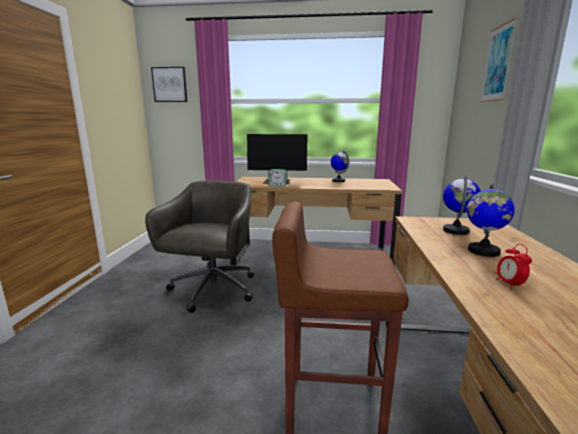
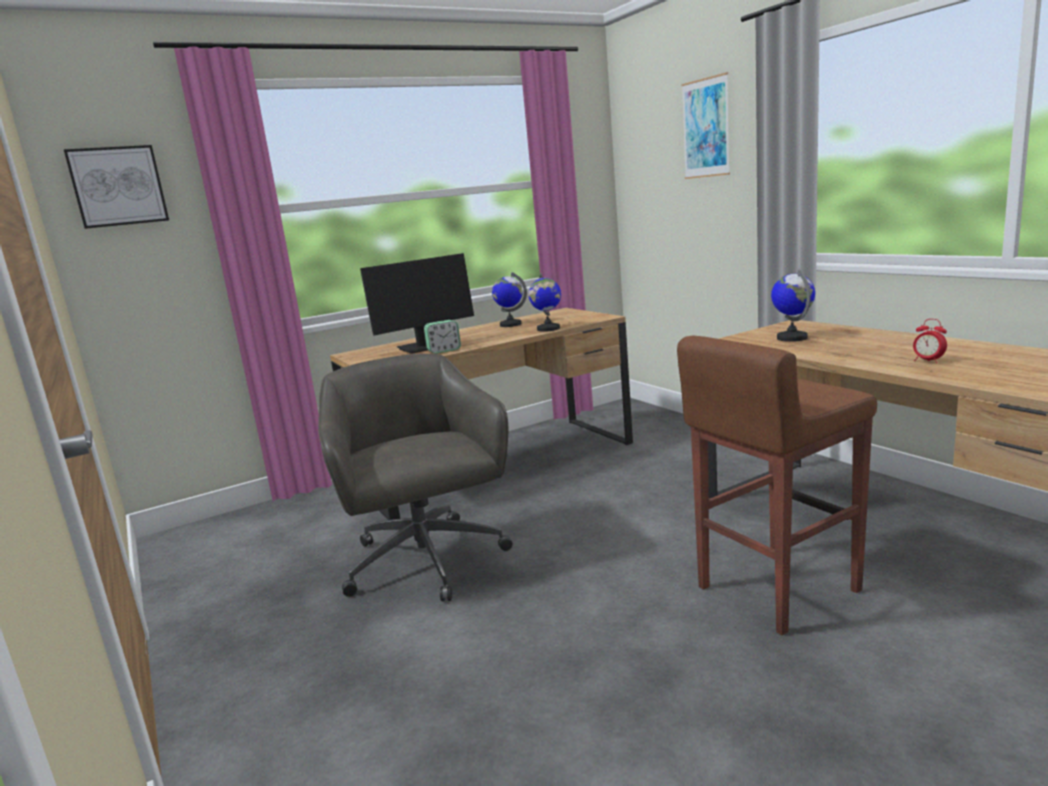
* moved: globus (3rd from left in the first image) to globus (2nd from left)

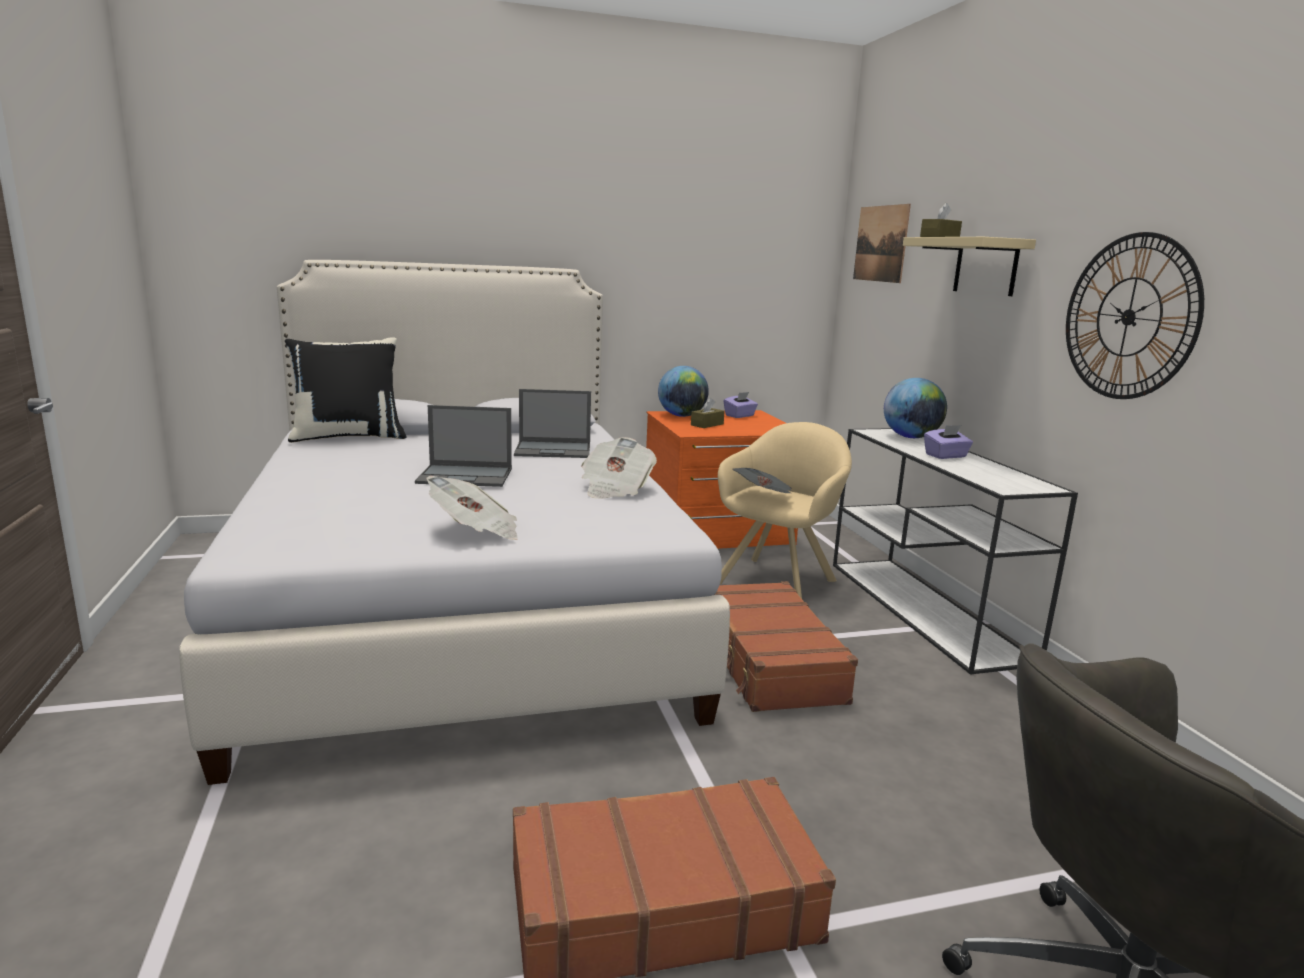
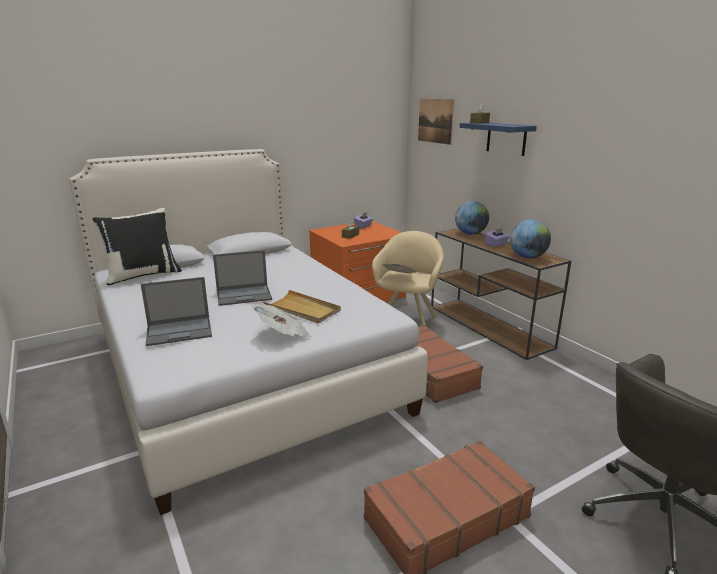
* moved: laptop (2nd from left in the first image) to laptop (1st from left)
* added: taca (beżowy)
* recoloured: stolik konsolowy (biały) to stolik konsolowy (brązowy)
* recoloured: półka (beżowy) to półka (niebieski)
* moved: globus (1st from left in the first image) to globus (2nd from left)
* removed: gazeta (2nd from left)
* removed: zegar ścienny

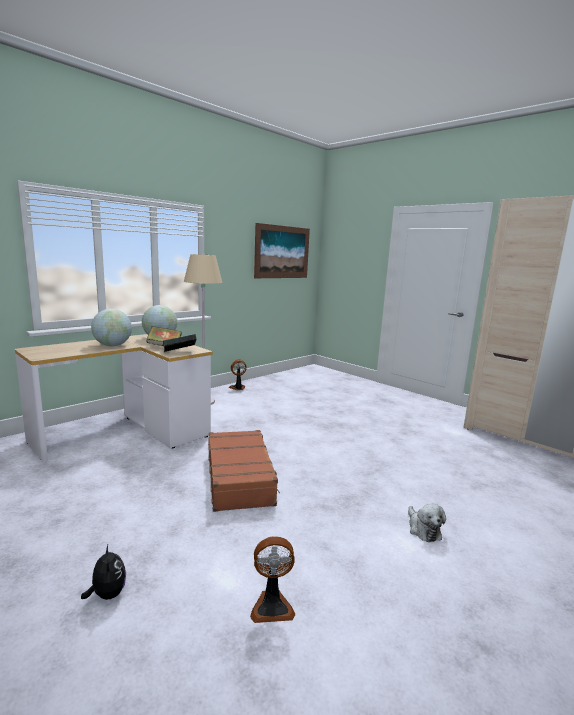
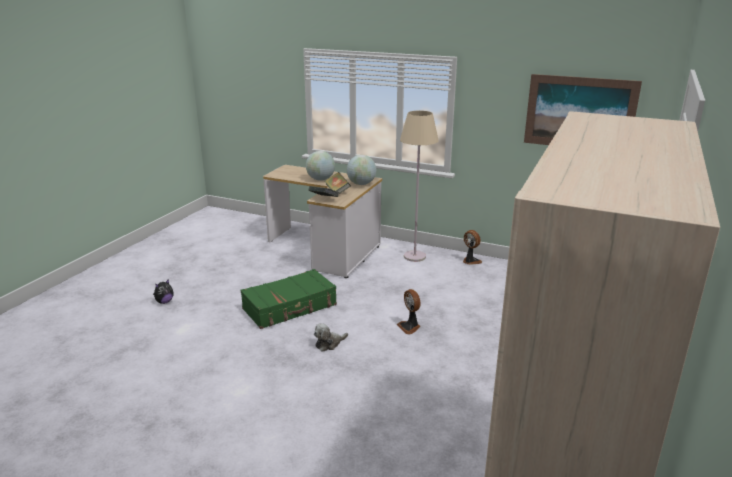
* recoloured: walizka (brązowy) to walizka (zielony)
* moved: pluszak (2nd from left)
* moved: wentylator (2nd from left in the first image) to wentylator (1st from left)

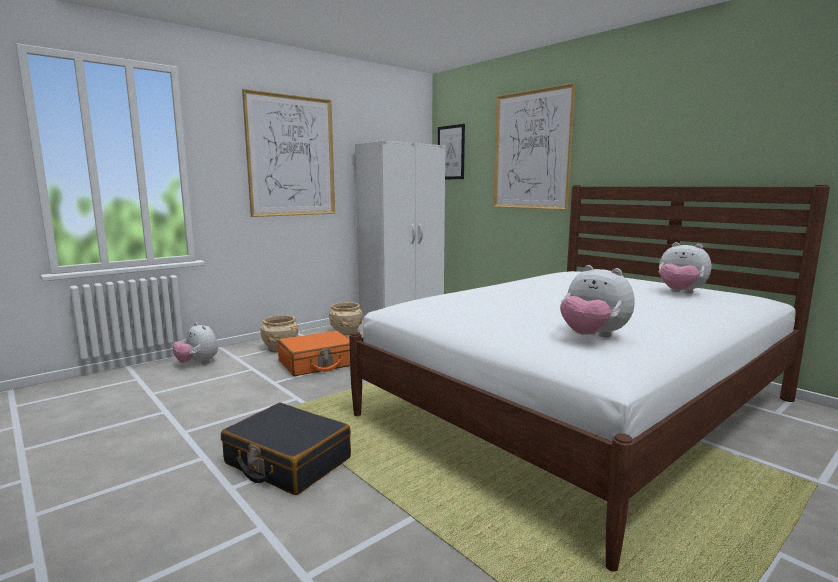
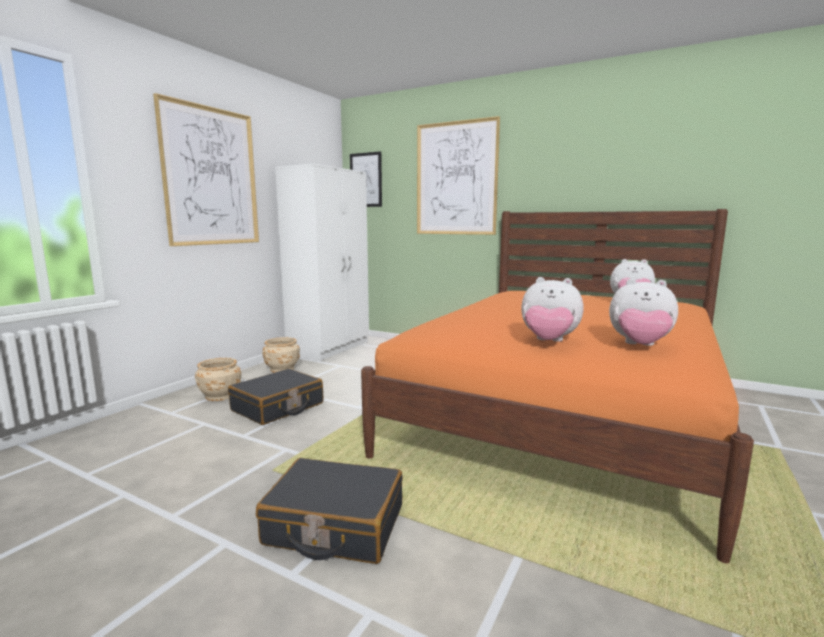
* recoloured: walizka (pomarańczowy) to walizka (czarny) (1st from left)
* recoloured: łóżko (biały) to łóżko (pomarańczowy)
* moved: pluszak (1st from left)

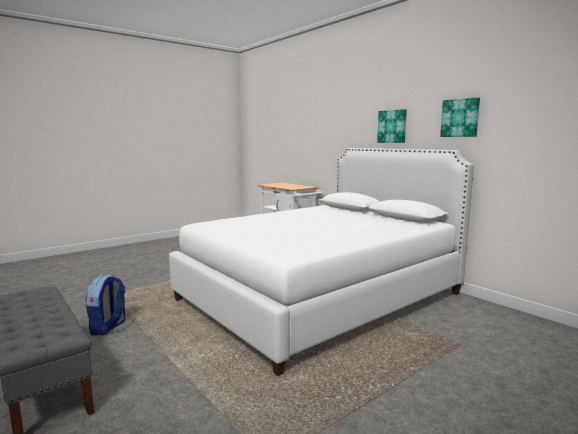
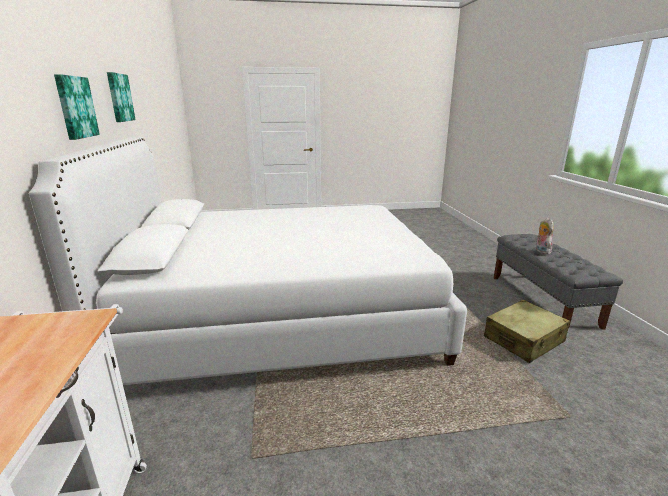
* replaced: plecak to walizka (beżowy)
* added: pluszak

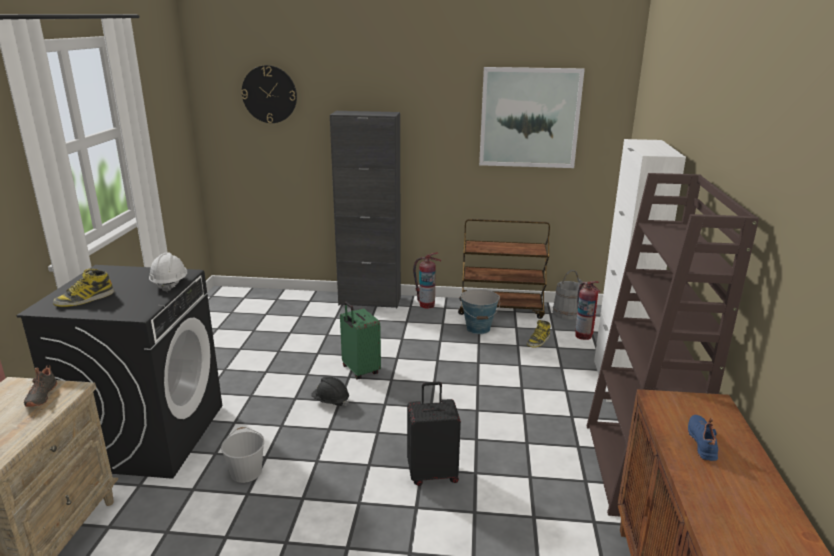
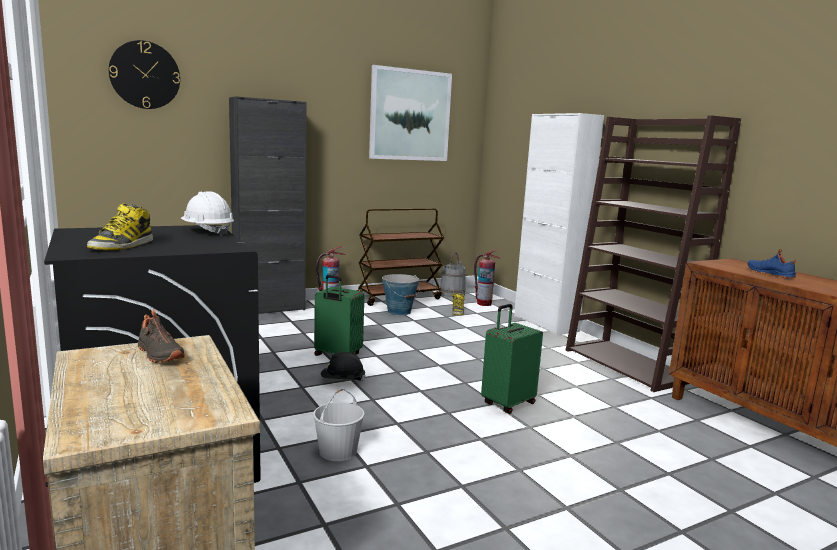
* recoloured: walizka (czarny) to walizka (zielony) (2nd from left)

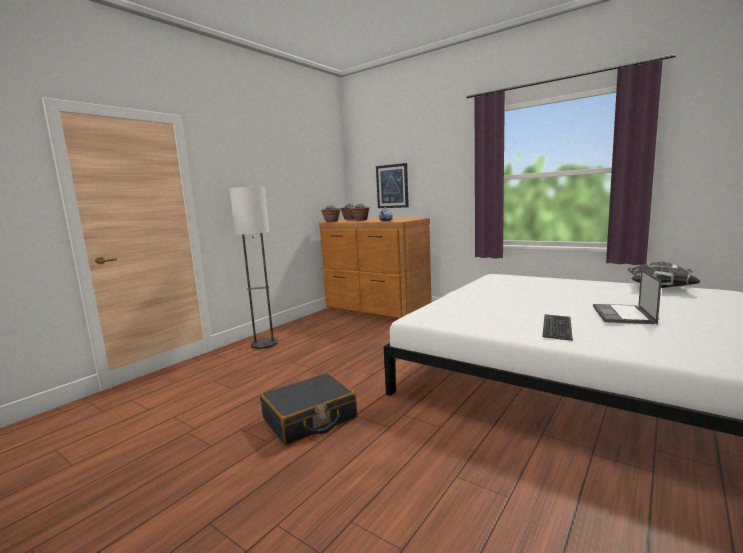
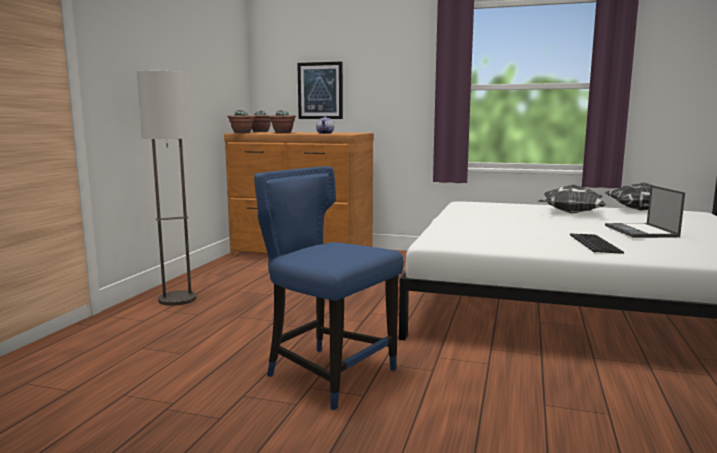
* replaced: walizka (czarny) to krzesło (niebieski)
* added: poduszka (1st from left)

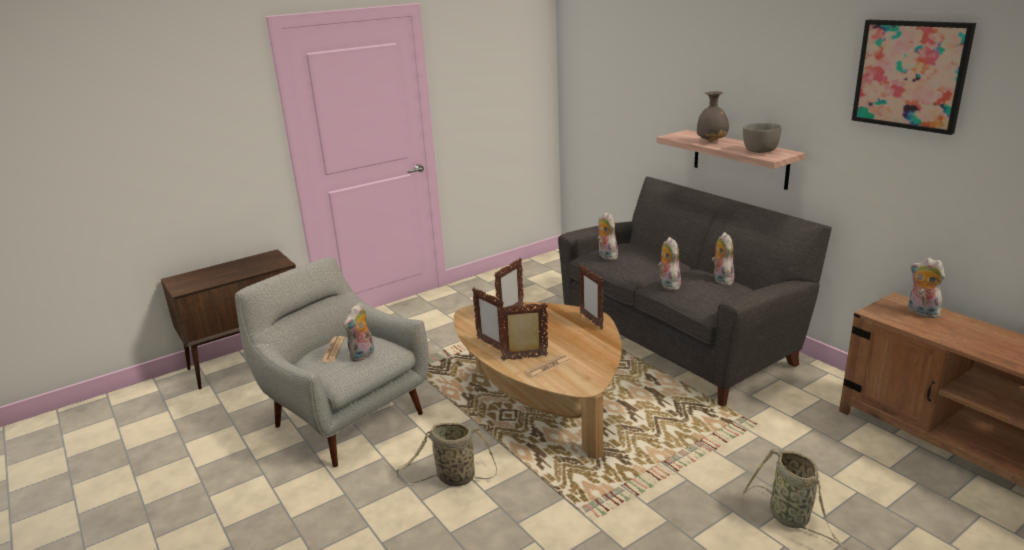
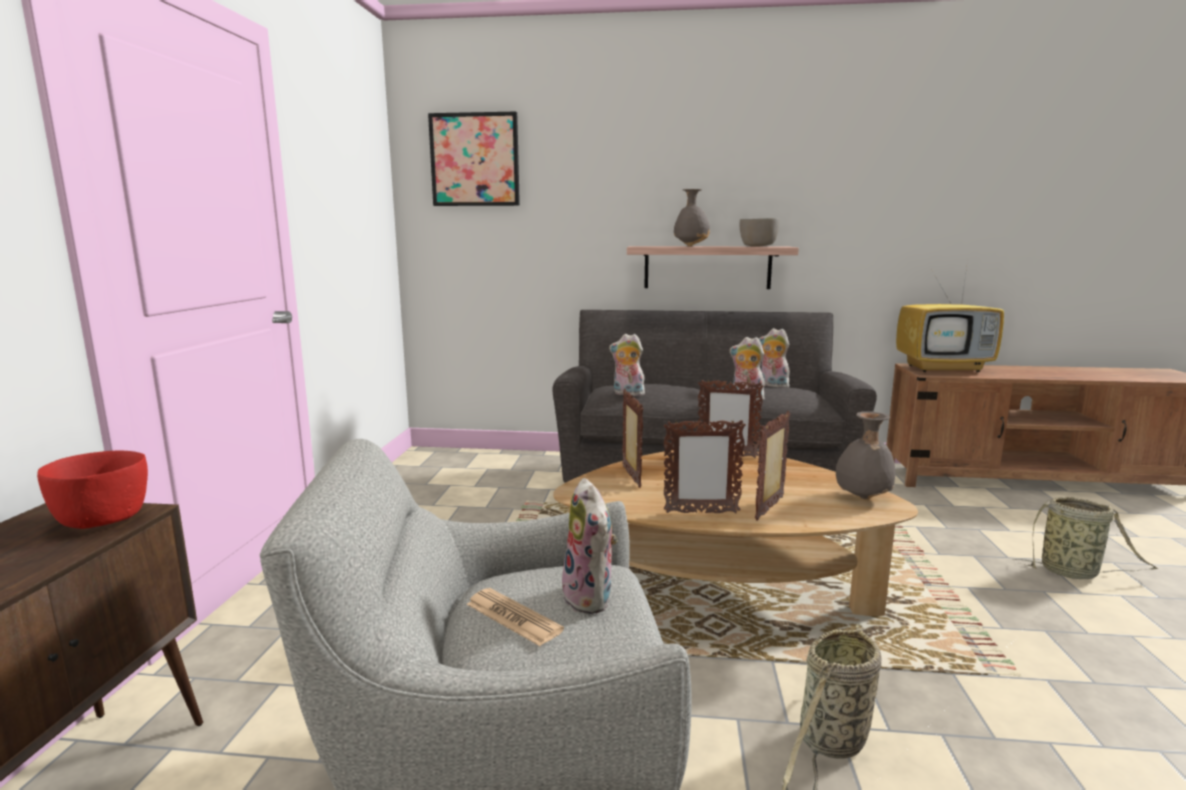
* added: miska (czerwony)
* moved: obraz
* added: wazon (szary) (2nd from left)
* replaced: pluszak (5th from left) to telewizor
* removed: gazeta (2nd from left)

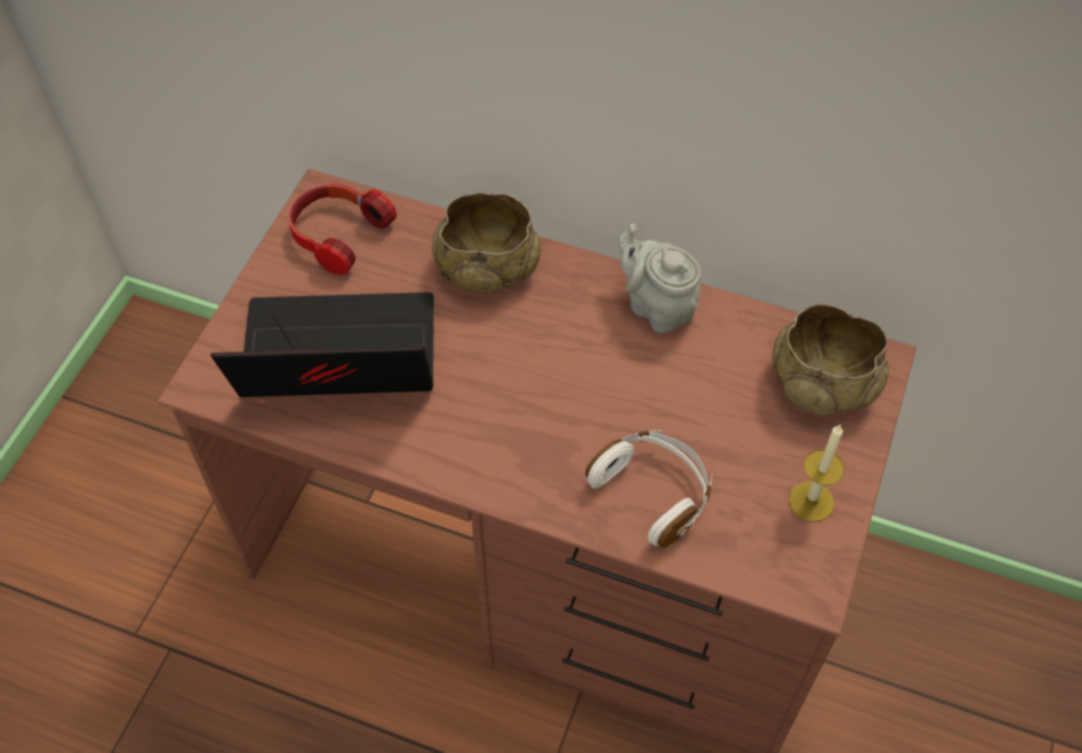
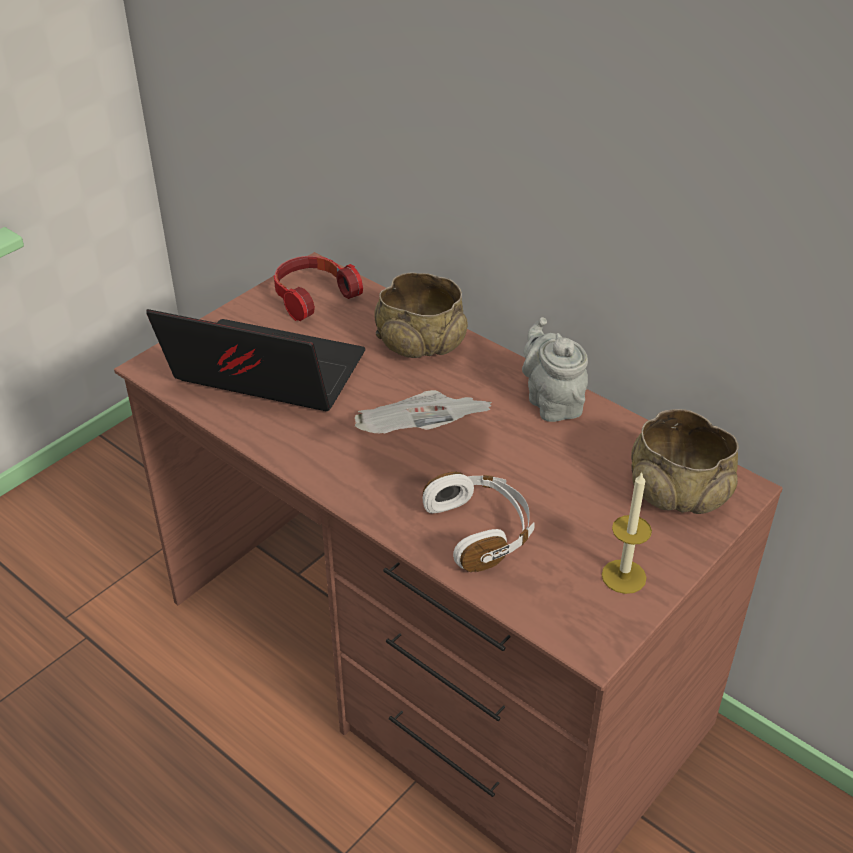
* added: gazeta

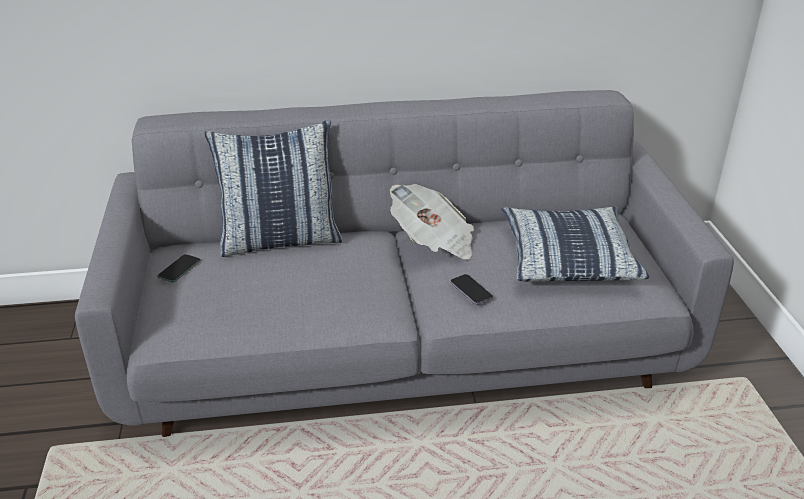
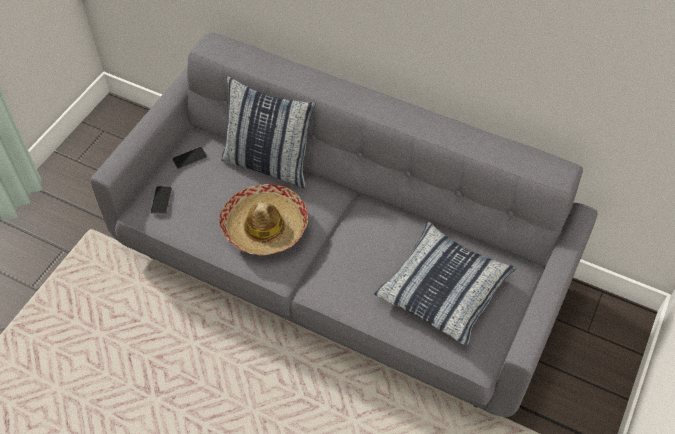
* moved: telefon (2nd from left in the first image) to telefon (1st from left)
* added: kapelusz
* removed: gazeta

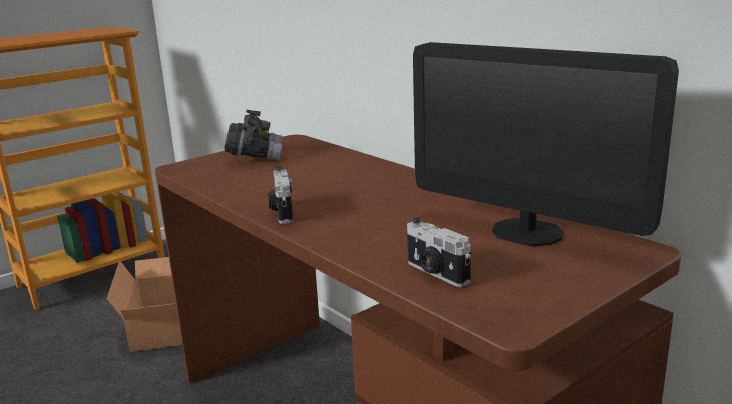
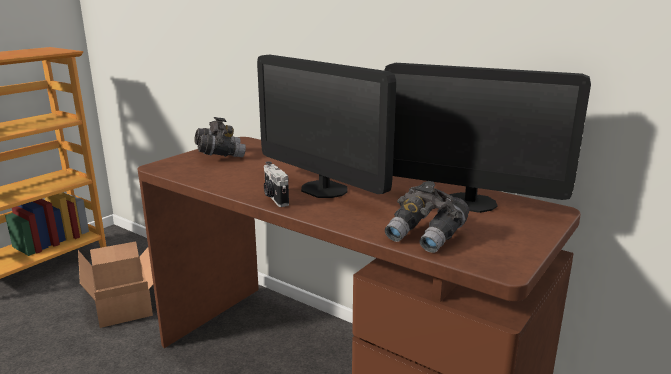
* added: monitor (1st from left)
* replaced: aparat fotograficzny (2nd from left) to lornetka (szary) (2nd from left)

